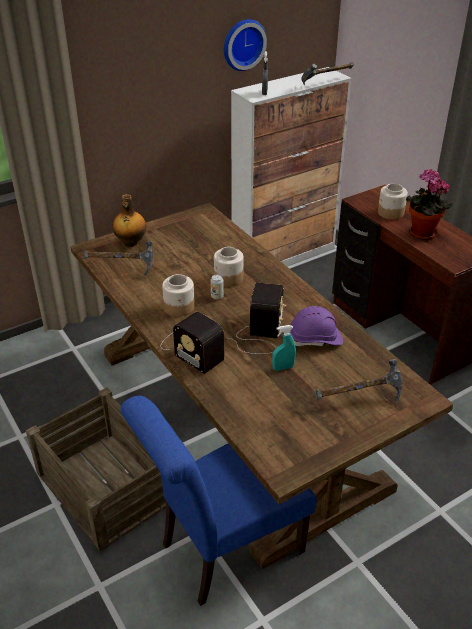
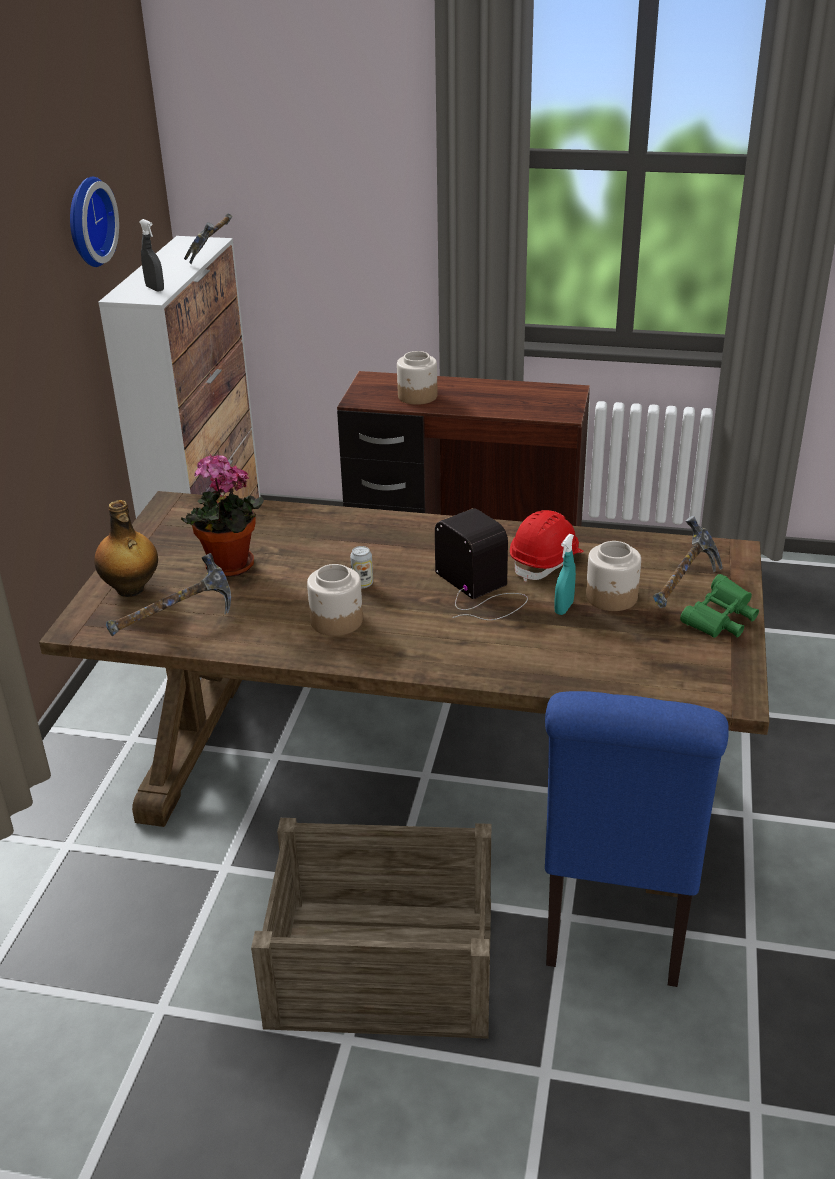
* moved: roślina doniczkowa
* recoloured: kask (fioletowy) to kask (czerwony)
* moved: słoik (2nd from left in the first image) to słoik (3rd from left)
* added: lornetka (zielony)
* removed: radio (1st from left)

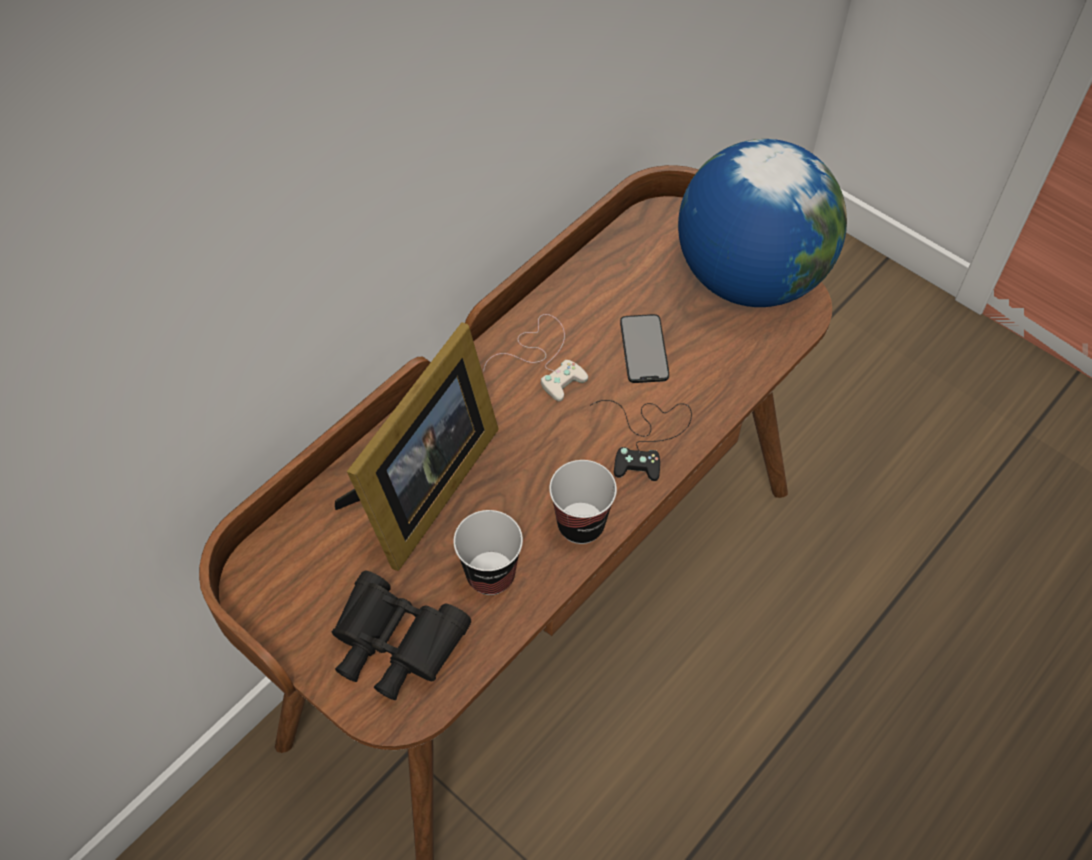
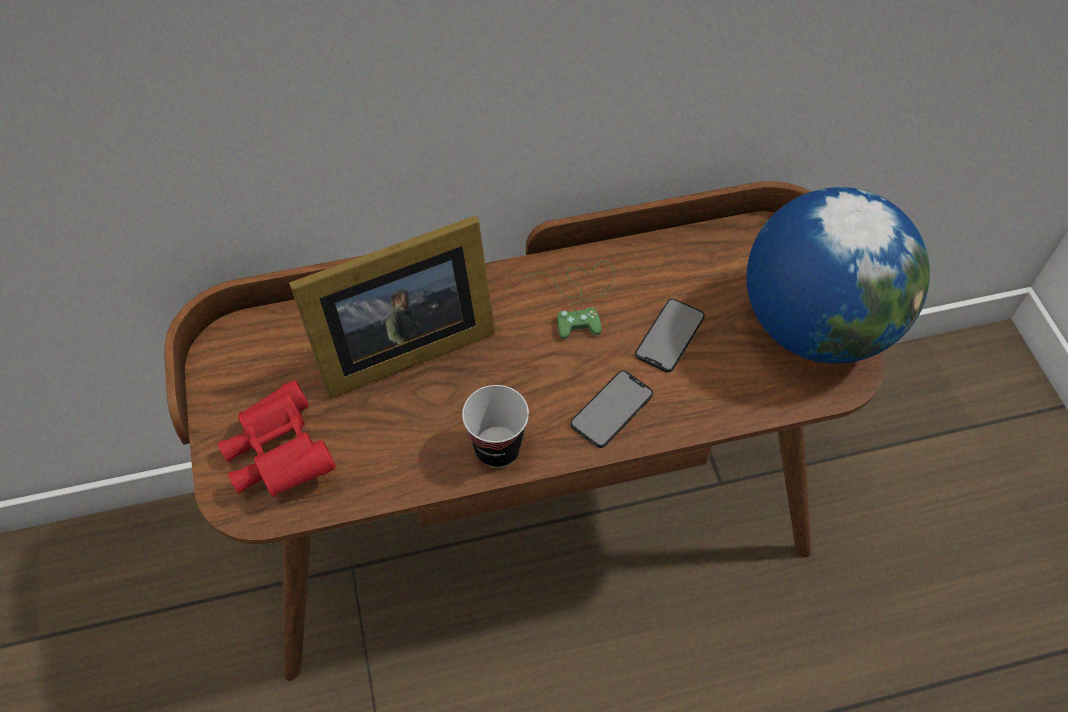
* recoloured: lornetka (czarny) to lornetka (czerwony)
* recoloured: pad do gier (biały) to pad do gier (zielony)
* replaced: pad do gier (czarny) to telefon (1st from left)
* removed: filiżanka (1st from left)

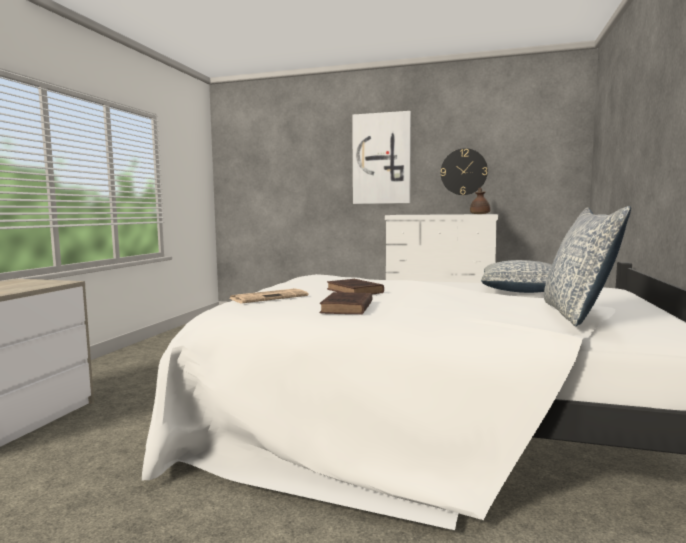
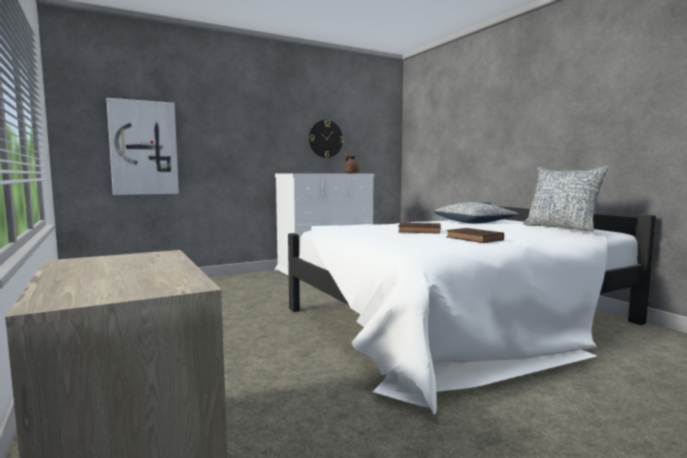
* moved: obraz
* removed: gazeta

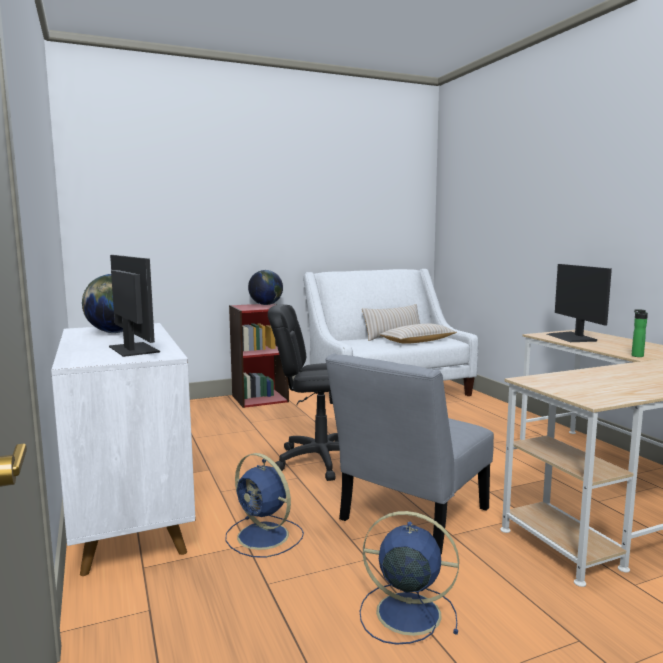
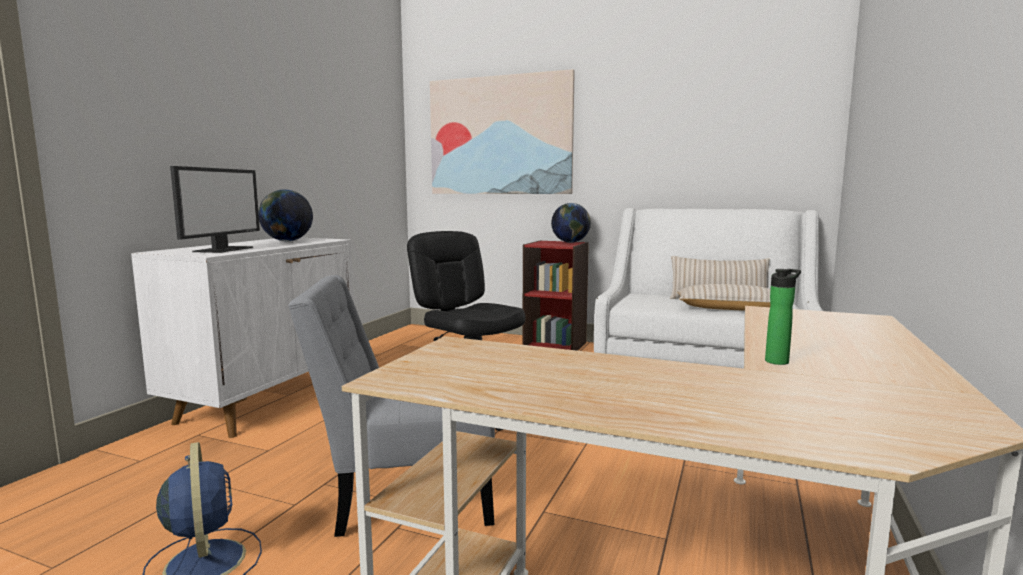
* added: obraz
* removed: wentylator (niebieski) (1st from left)
* removed: monitor (2nd from left)

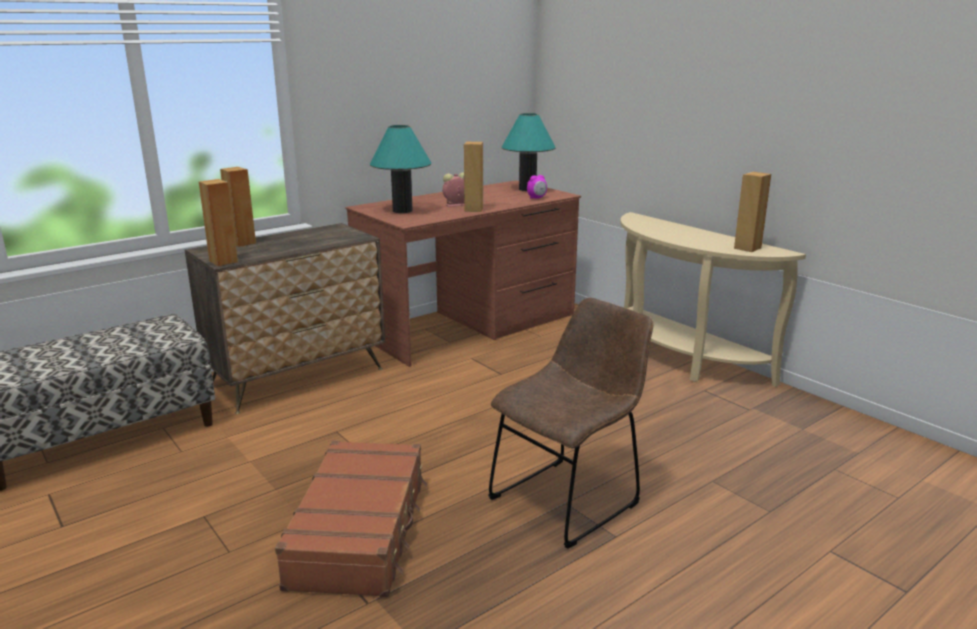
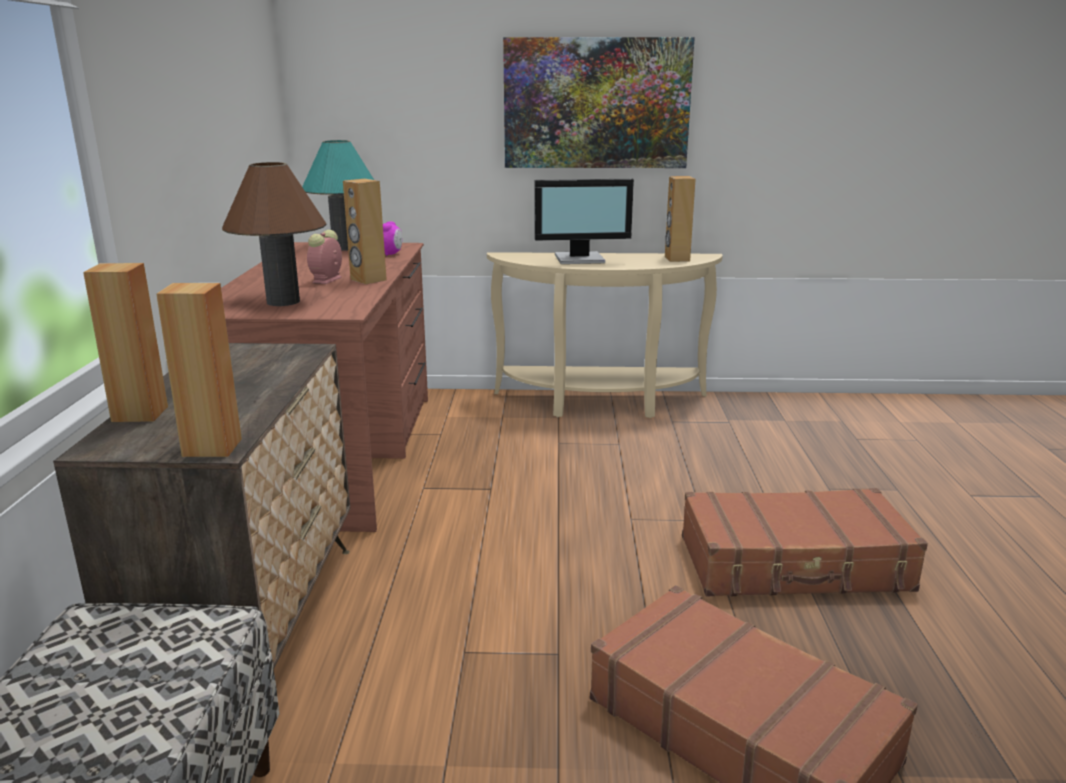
* recoloured: lampa stołowa (turkusowy) (1st from left) to lampa stołowa (brązowy)
* added: obraz
* added: monitor
* replaced: krzesło (brązowy) to walizka (brązowy) (2nd from left)

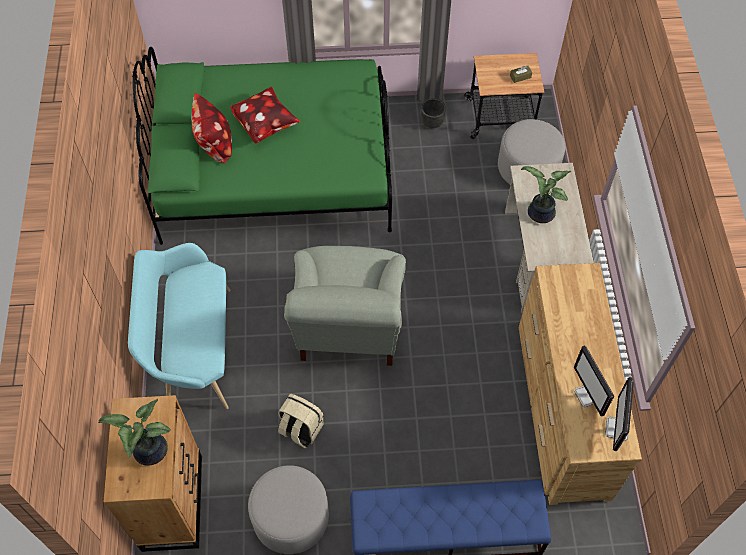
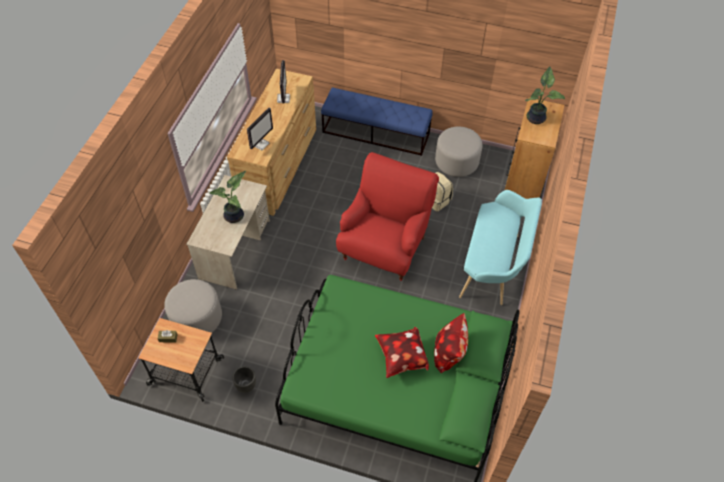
* moved: monitor (2nd from left in the first image) to monitor (1st from left)
* recoloured: fotel (szary) to fotel (czerwony)

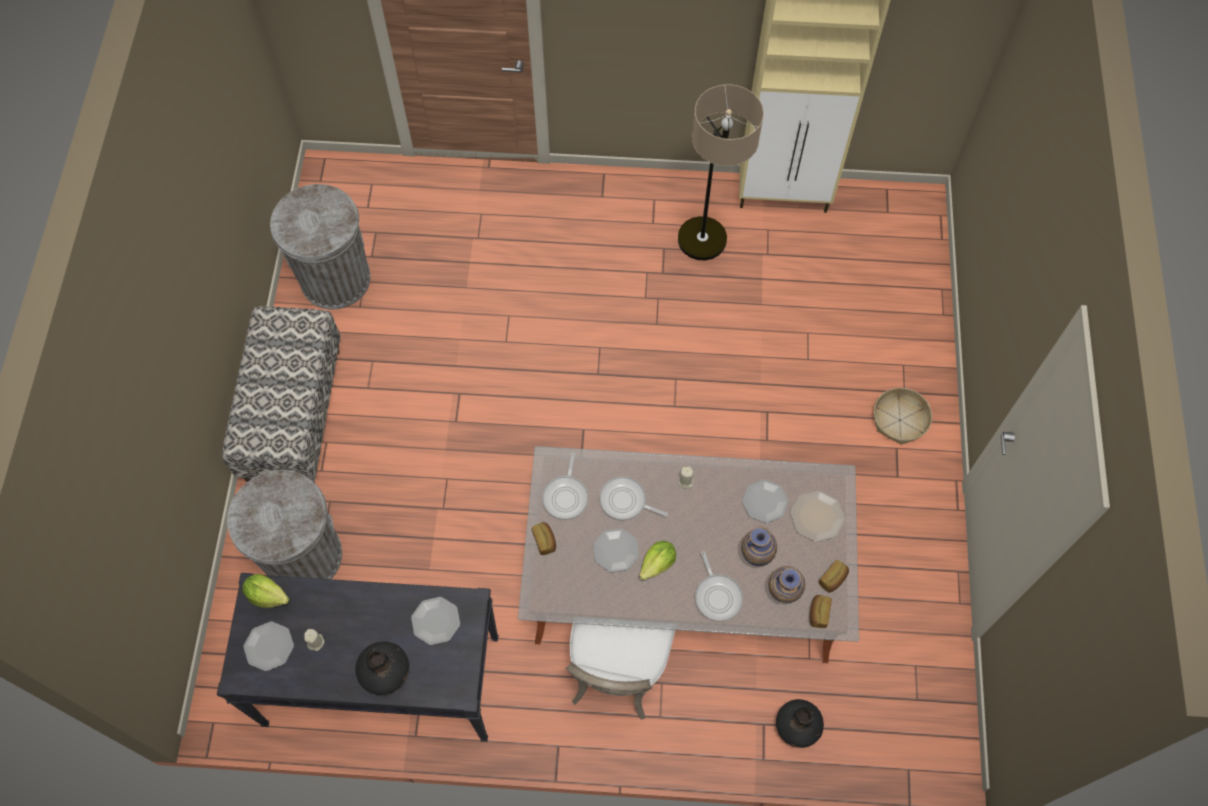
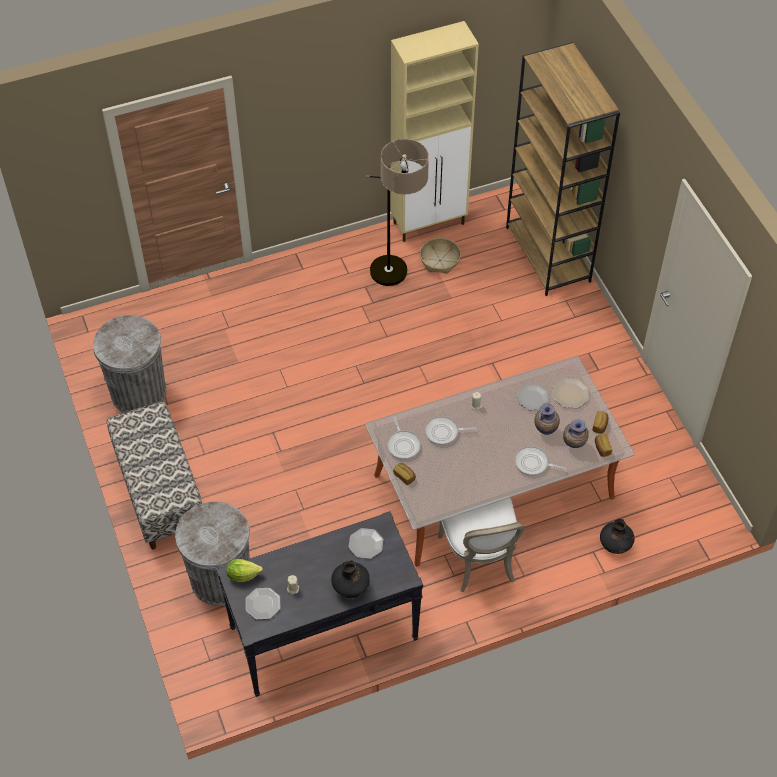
* moved: koszyk
* added: regał (brązowy)
* turned: patelnia (3rd from left) 150 degrees clockwise
* removed: talerz (3rd from left)
* removed: sałata (2nd from left)

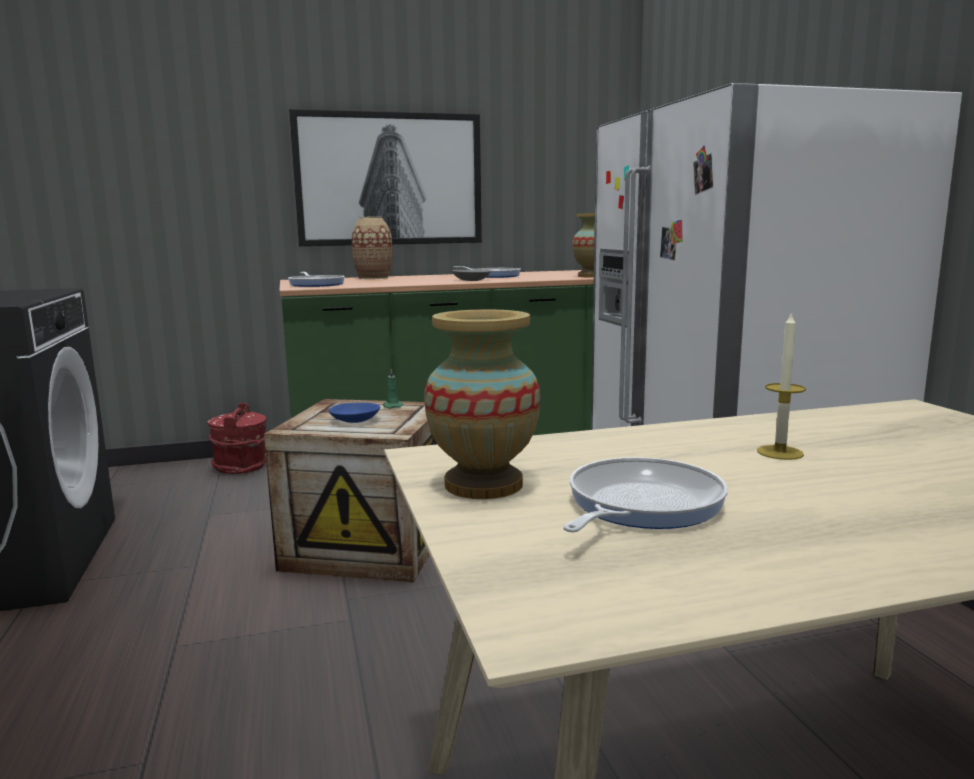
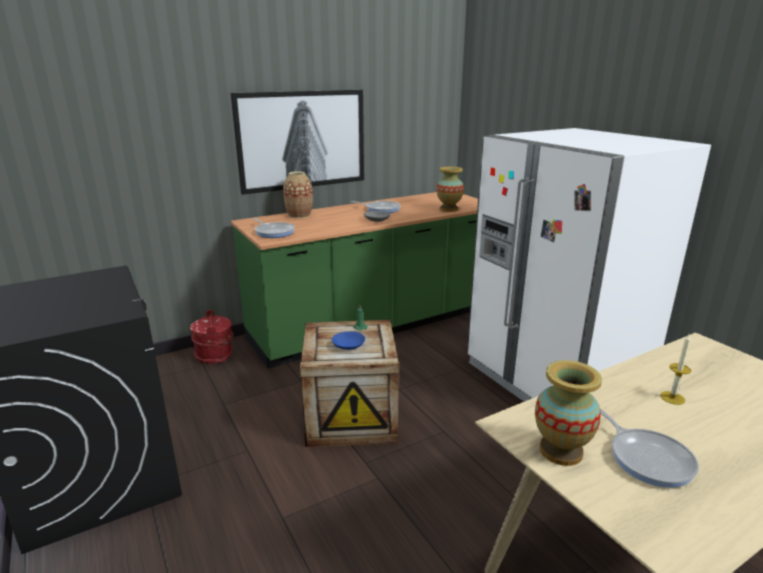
* turned: patelnia (3rd from left) 135 degrees clockwise

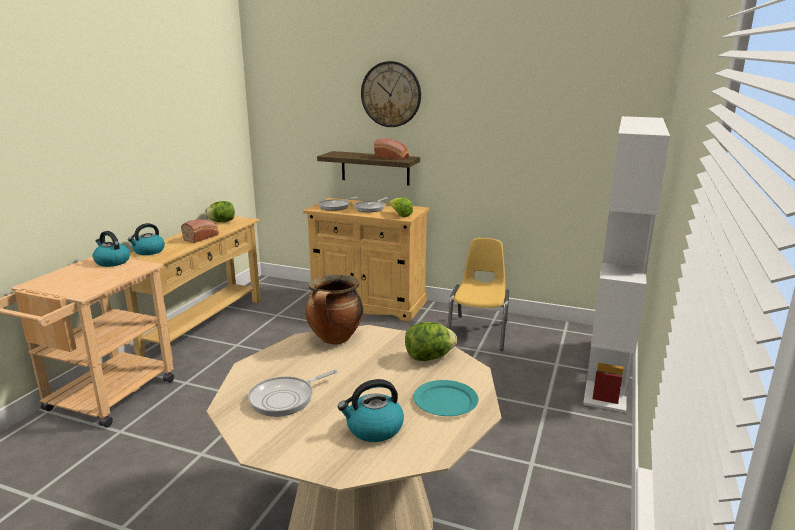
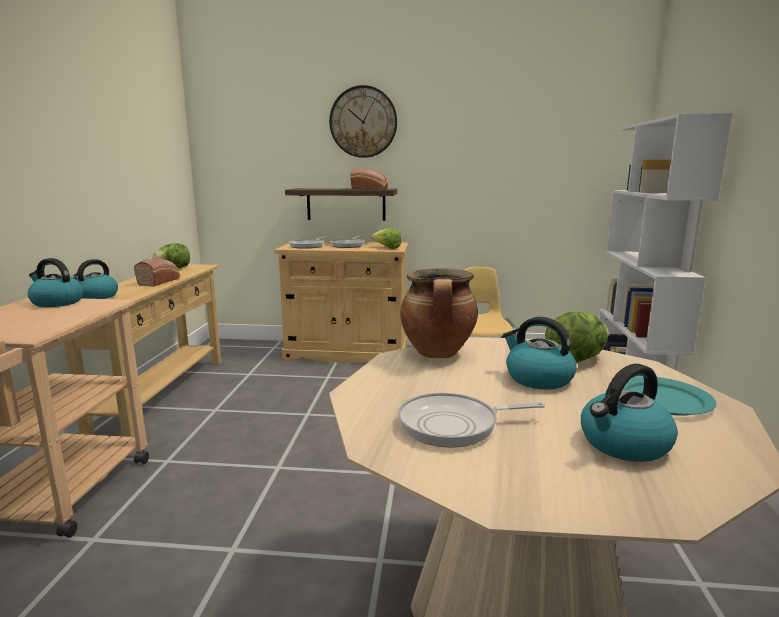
* turned: patelnia (1st from left in the first image) 45 degrees clockwise
* added: czajnik (3rd from left)

